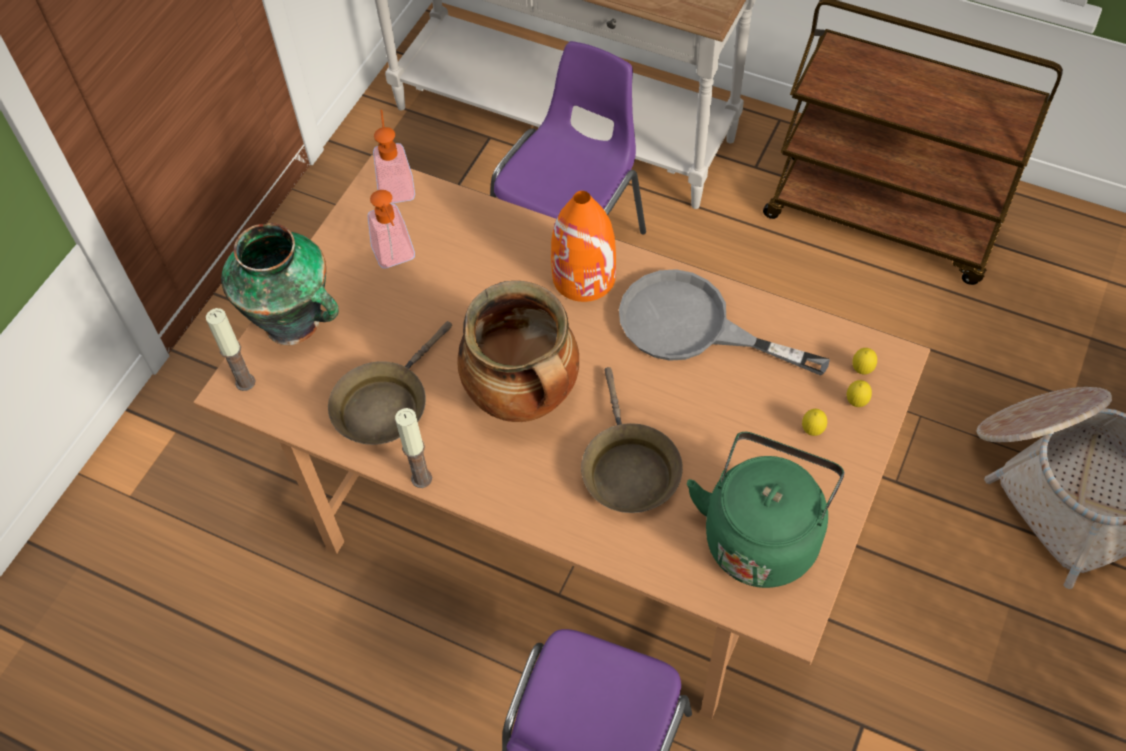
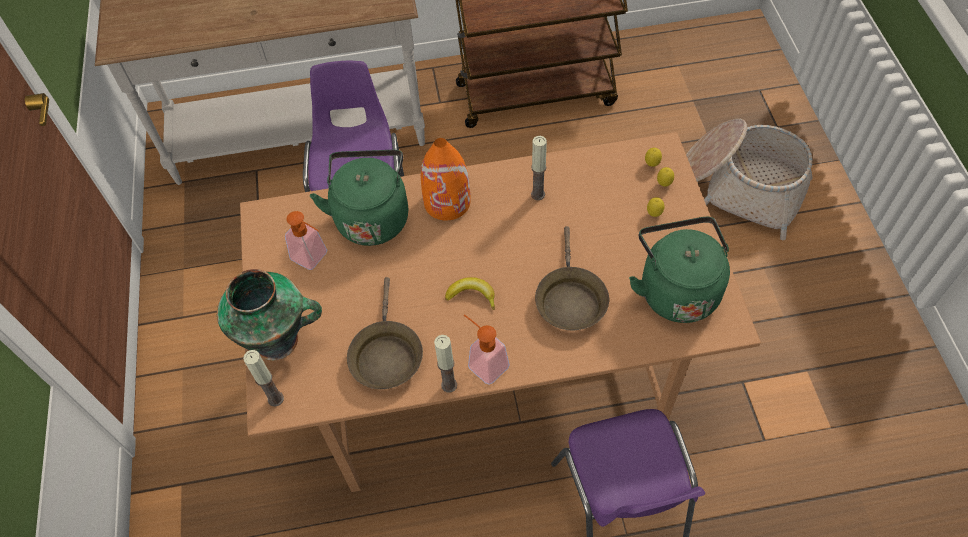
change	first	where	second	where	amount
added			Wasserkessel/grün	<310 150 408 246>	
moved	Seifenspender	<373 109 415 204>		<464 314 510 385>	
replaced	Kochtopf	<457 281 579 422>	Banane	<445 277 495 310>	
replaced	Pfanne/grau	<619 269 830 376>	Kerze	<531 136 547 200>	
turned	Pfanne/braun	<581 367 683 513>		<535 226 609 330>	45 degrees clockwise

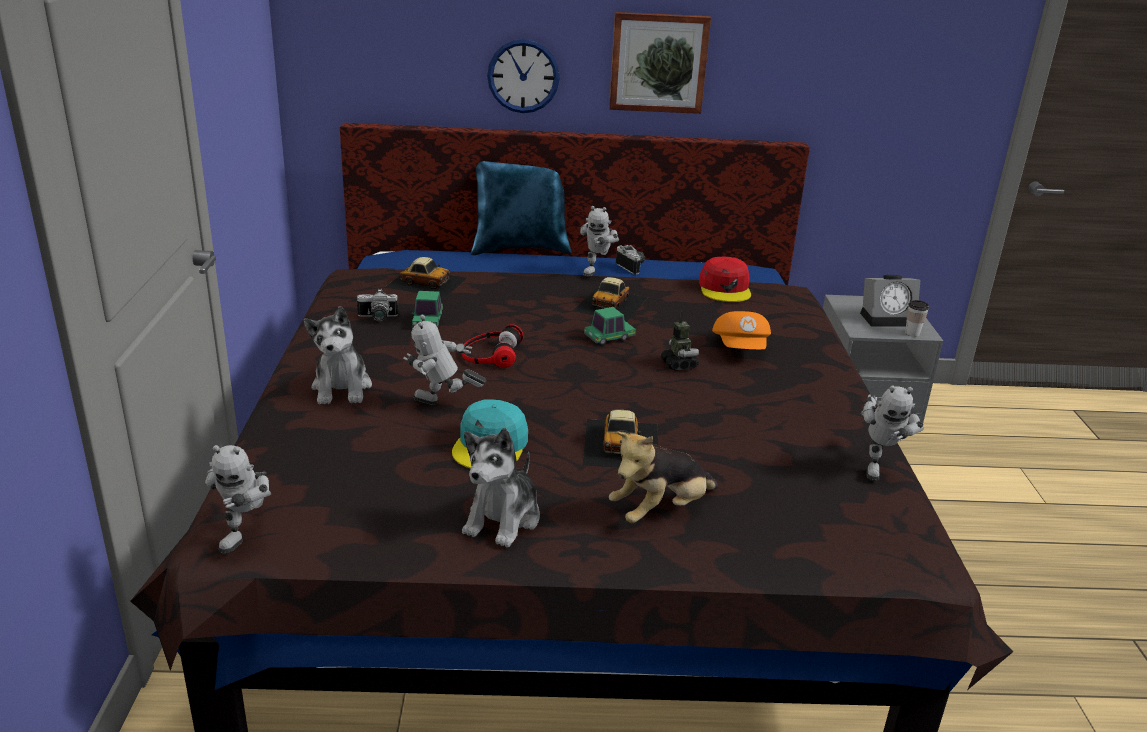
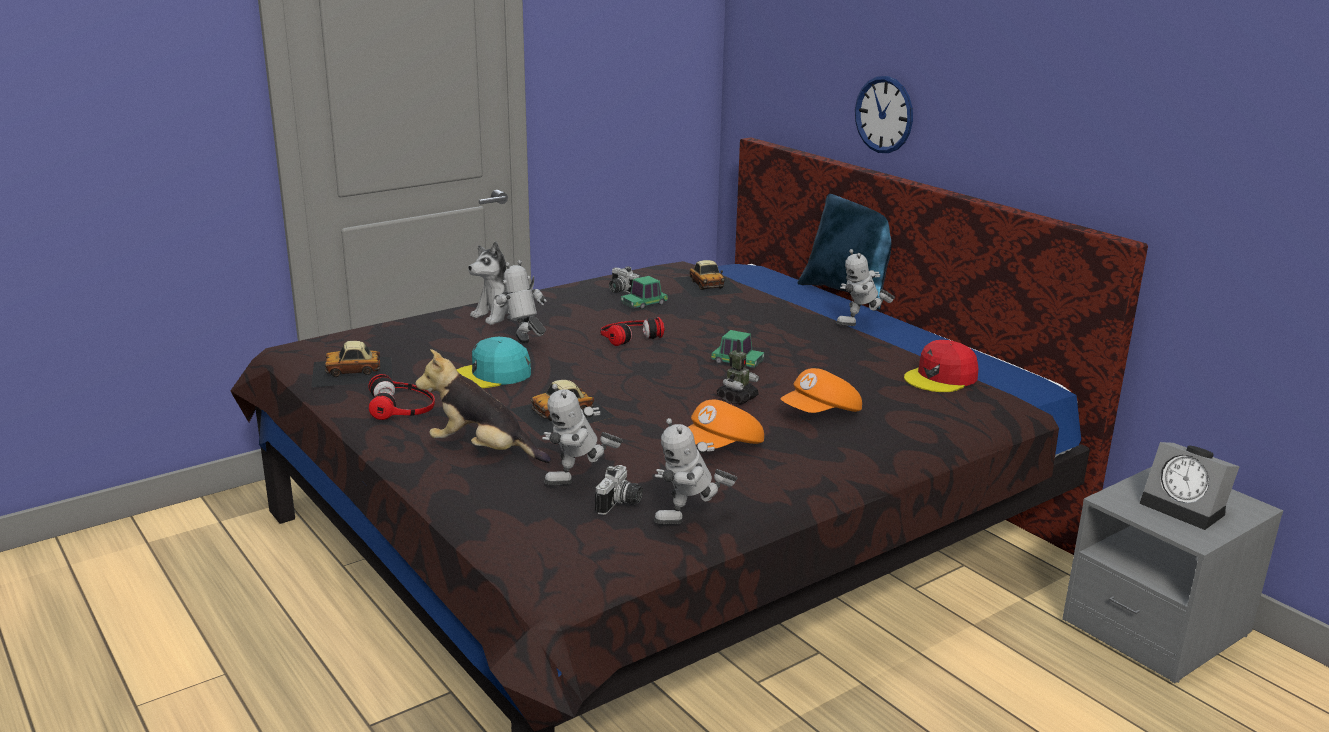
change	first	where	second	where	amount
removed	Bild	<609 12 711 114>			
removed	Tasse	<905 300 929 337>			
added			Kappe/orange	<688 400 764 448>	
moved	Spielzeugroboter	<205 445 271 554>		<542 384 623 485>	
moved	Spielzeugauto	<573 277 648 322>		<311 341 393 387>	
moved	Kamera	<616 245 645 275>		<595 465 643 515>	
replaced	Plüschtier	<462 428 540 547>	Kopfhörer	<368 374 435 420>	

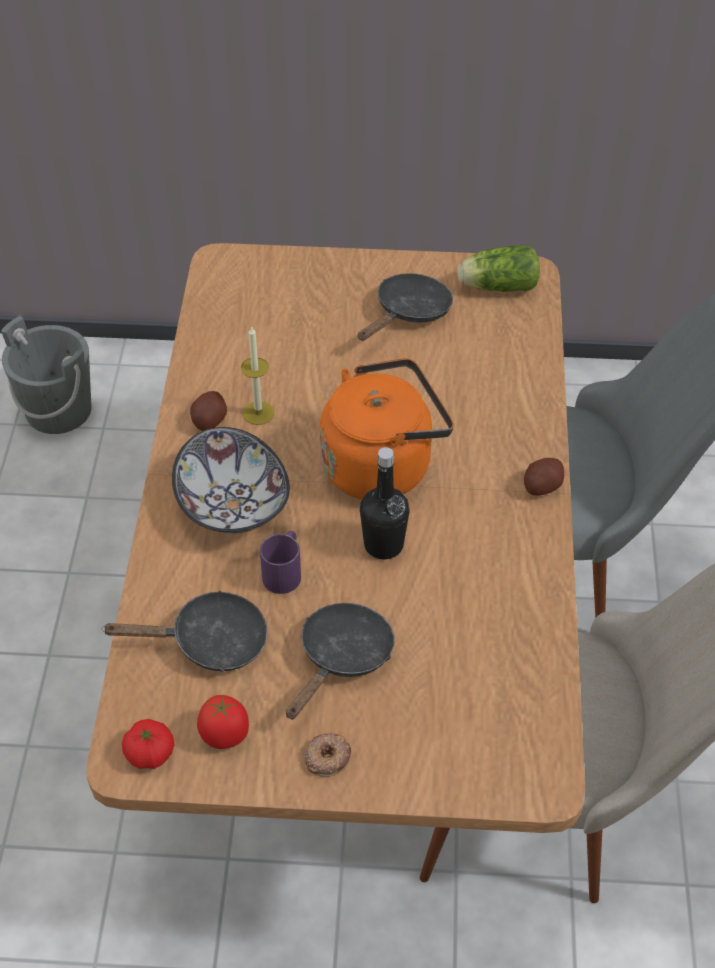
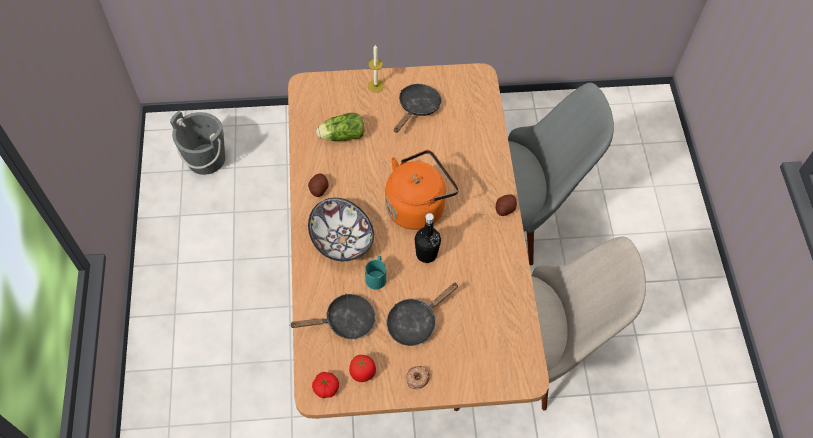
change	first	where	second	where	amount
moved	Kerze	<241 326 274 425>		<368 45 384 93>	
moved	Salatkopf	<457 245 540 292>		<317 113 364 141>	
recoloured	Henkelbecher/lila	<260 531 301 594>	Henkelbecher/türkis	<365 256 386 290>	
turned	Pfanne/schwarz	<286 603 395 720>		<387 283 459 346>	150 degrees counterclockwise

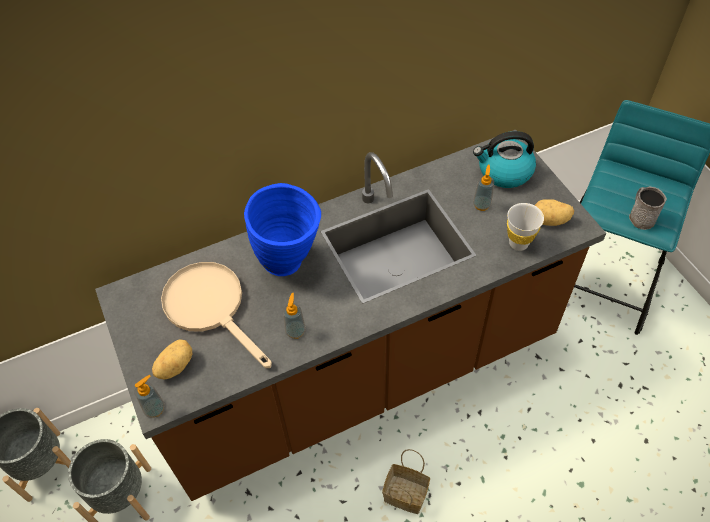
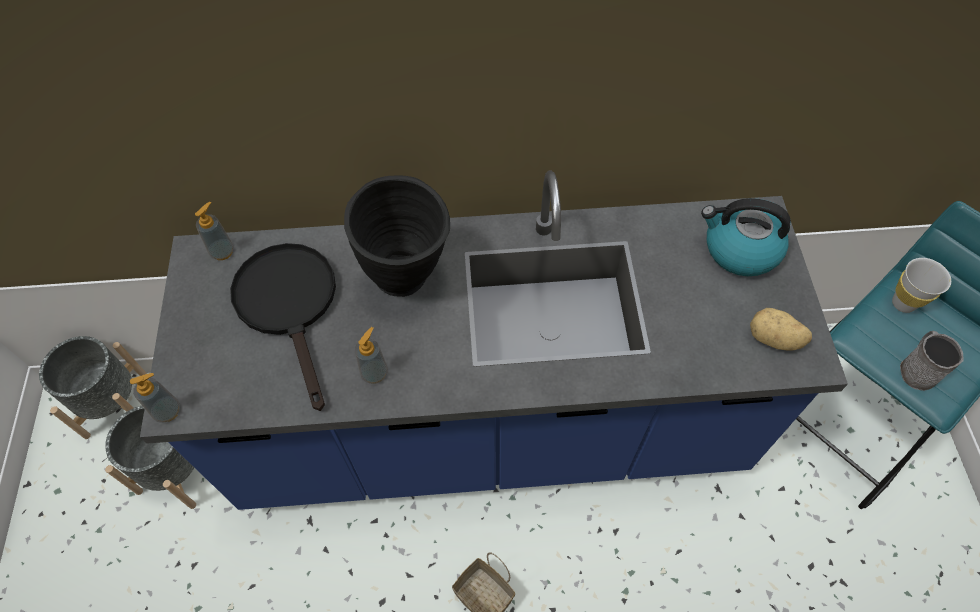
change	first	where	second	where	amount
removed	Kartoffel	<152 339 192 379>			
moved	Seifenspender	<473 165 494 211>		<195 202 234 260>	
moved	Tasse/weiß	<507 203 544 251>		<892 258 951 313>	
recoloured	Küchenzeile/braun	<95 130 606 501>	Küchenzeile/blau	<140 171 848 510>	
recoloured	Pfanne/beige	<161 262 272 368>	Pfanne/schwarz	<230 243 336 411>	
recoloured	Vase/blau	<244 183 321 276>	Vase/schwarz	<344 176 450 297>	

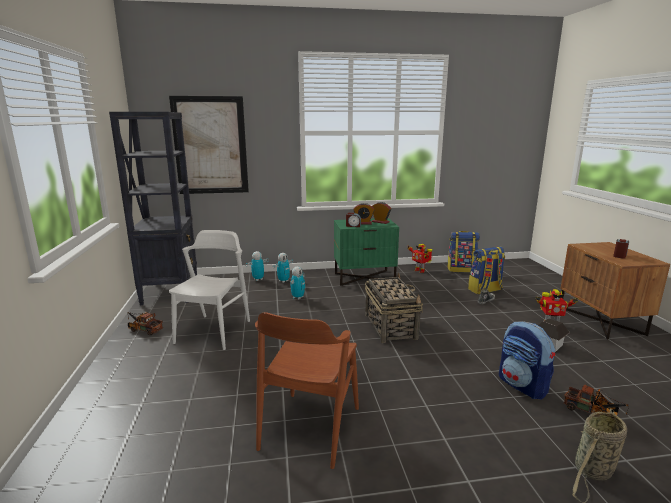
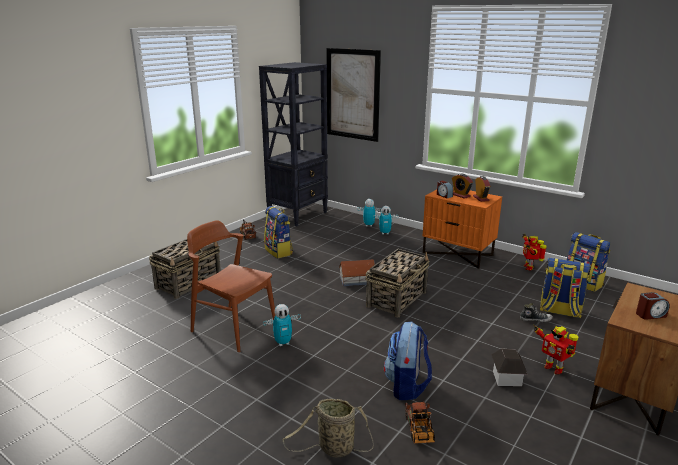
change	first	where	second	where	amount
added			Korb	<149 239 221 299>	
added			Spielzeughaus	<339 259 375 286>	
moved	Spielzeugroboter	<290 267 305 299>		<263 304 301 346>	
replaced	Stuhl/weiß	<169 230 250 350>	Rucksack	<264 206 293 258>	
recoloured	Nachttisch/grün	<334 218 399 286>	Nachttisch/orange	<423 187 502 269>	
turned	Stuhl/braun	<255 312 359 469>		<187 220 275 352>	60 degrees clockwise

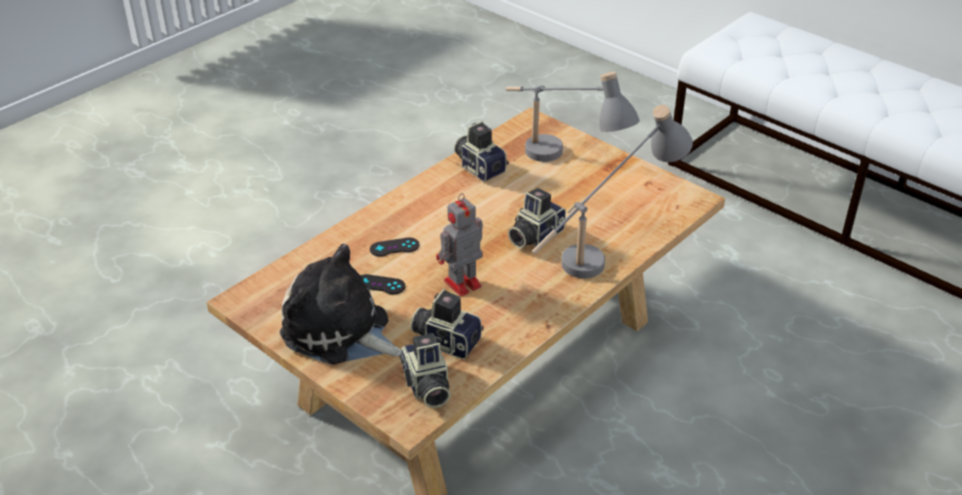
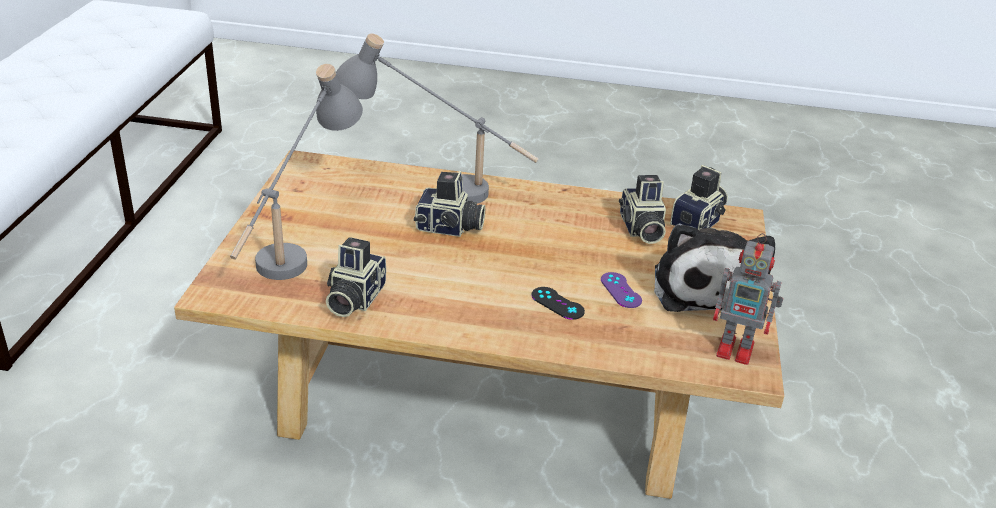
change	first	where	second	where	amount
moved	Spielzeugroboter	<436 193 483 297>		<713 233 783 365>	
recoloured	Gamepad/schwarz	<360 274 405 294>	Gamepad/lila	<601 272 642 308>	

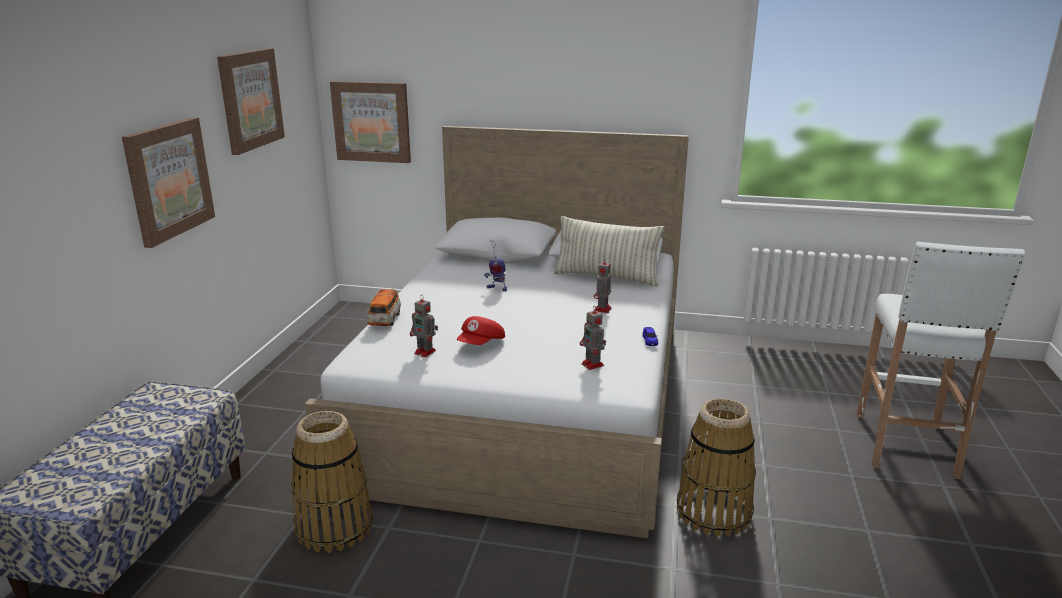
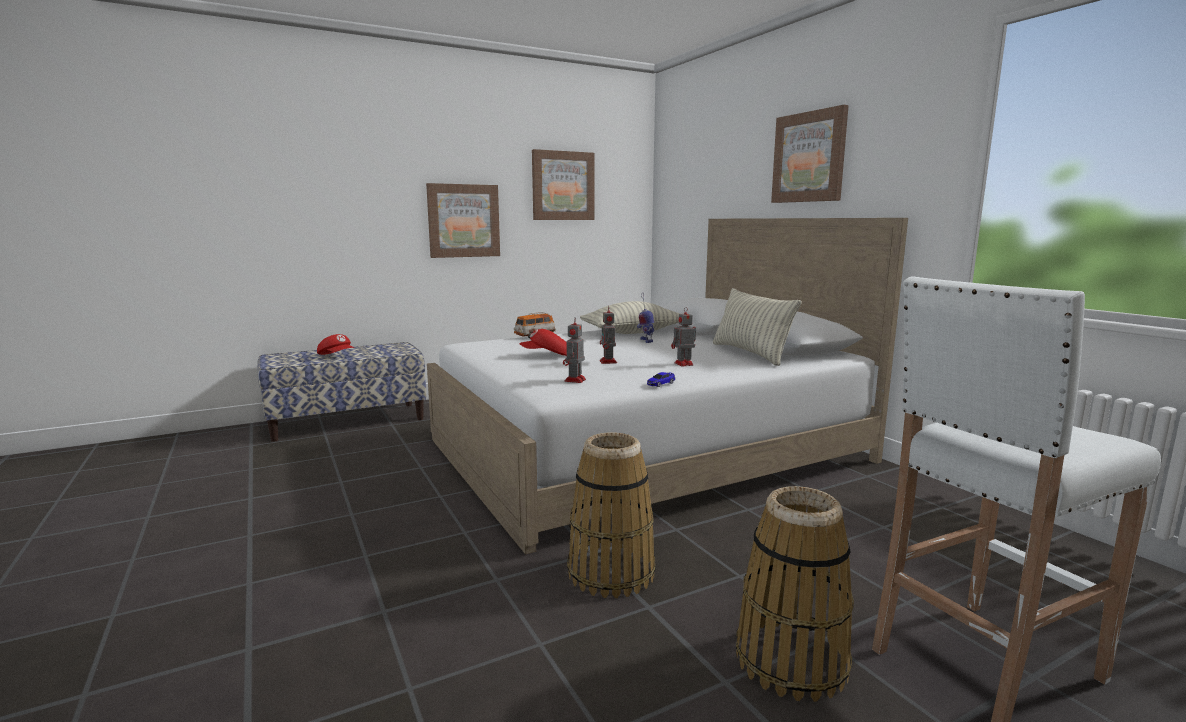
change	first	where	second	where	amount
added			Kappe/rot	<317 334 354 355>	
added			Kissen	<580 301 680 334>	
moved	Korb	<291 411 373 553>		<736 486 854 702>	
moved	Bild	<330 81 411 163>		<771 105 849 203>	
moved	Spielzeugroboter	<410 295 438 357>		<600 306 617 364>	

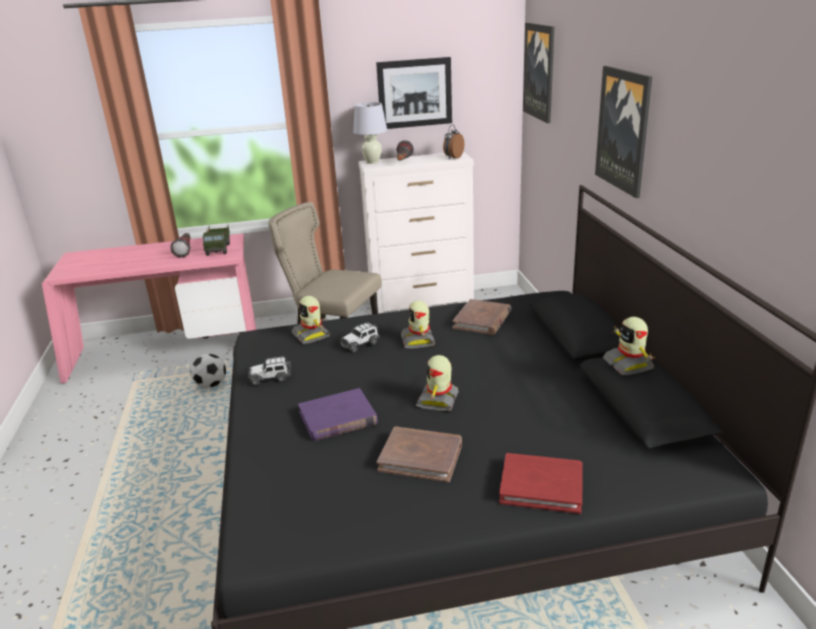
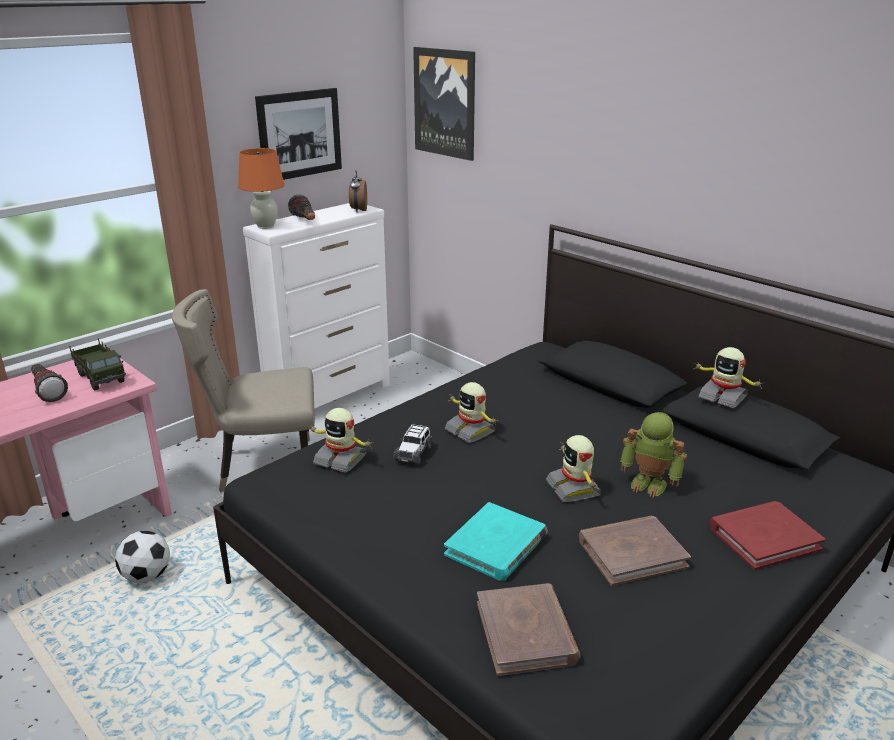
change	first	where	second	where	amount
removed	Spielzeugauto	<248 357 291 385>			
removed	Bild	<595 66 652 198>			
added			Spielzeugroboter	<620 412 687 498>	
moved	Buch/braun	<452 299 511 335>		<477 583 581 676>	
recoloured	Buch/lila	<298 388 378 441>	Buch/türkis	<444 502 548 581>	
recoloured	Tischlampe/weiß	<353 102 387 164>	Tischlampe/orange	<238 148 284 229>	

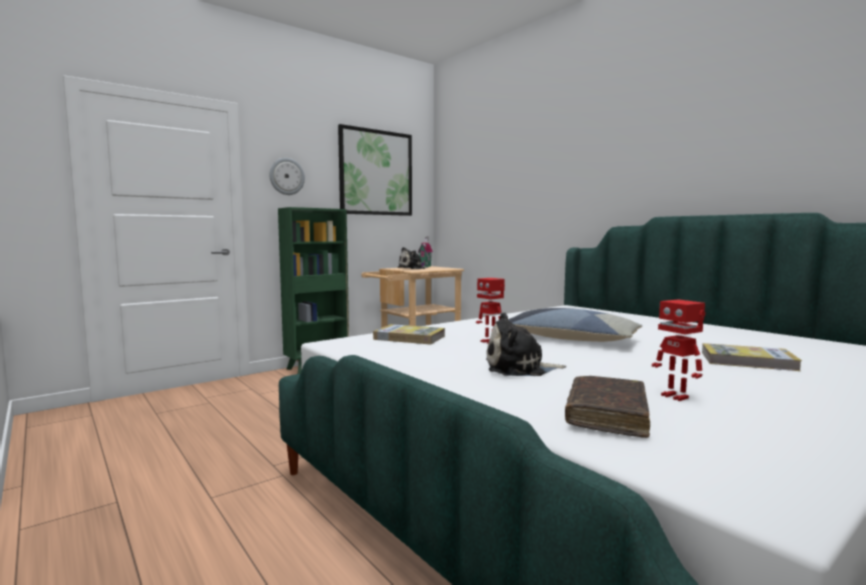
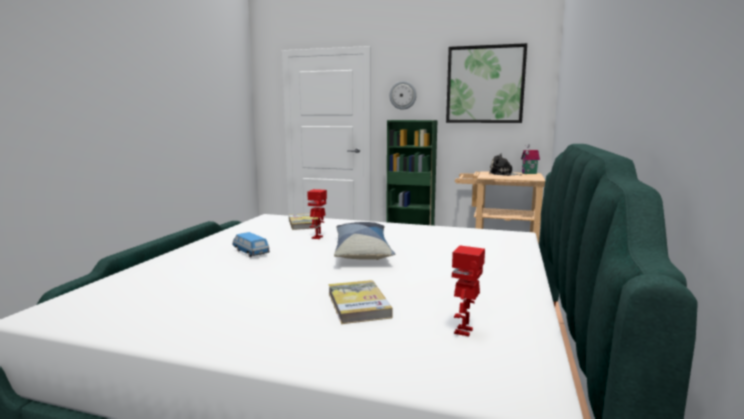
change	first	where	second	where	amount
removed	Buch/braun	<565 376 650 438>			
moved	Spielzeugroboter	<652 299 705 401>		<452 245 485 336>	
replaced	Plüschtier	<486 312 566 376>	Spielzeugauto	<232 232 270 257>	

